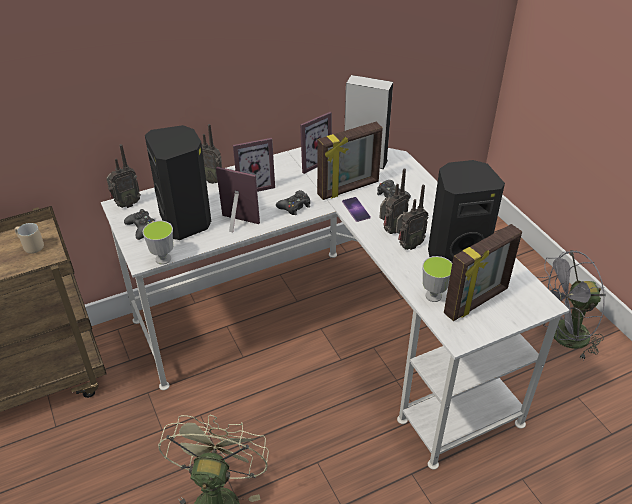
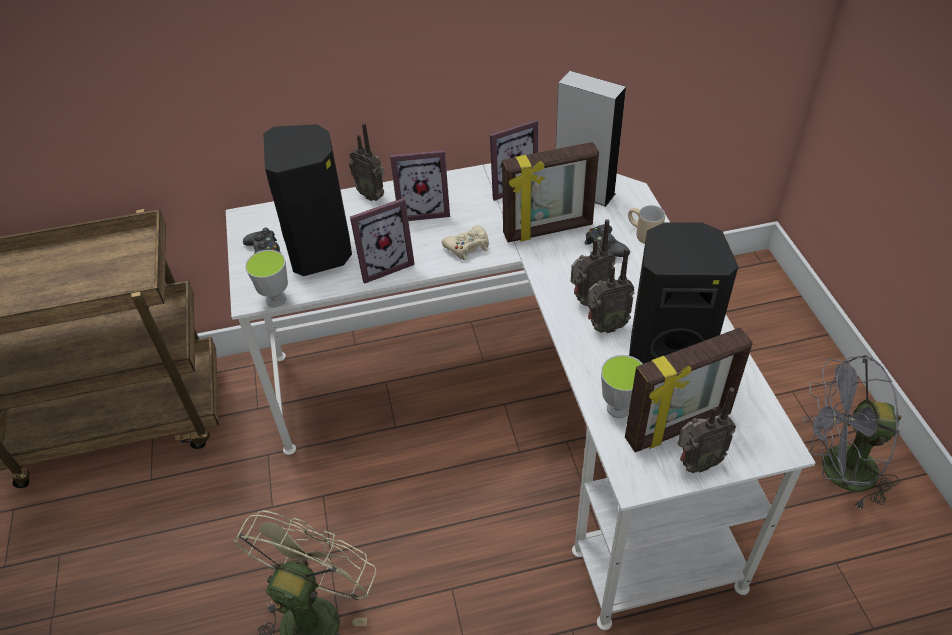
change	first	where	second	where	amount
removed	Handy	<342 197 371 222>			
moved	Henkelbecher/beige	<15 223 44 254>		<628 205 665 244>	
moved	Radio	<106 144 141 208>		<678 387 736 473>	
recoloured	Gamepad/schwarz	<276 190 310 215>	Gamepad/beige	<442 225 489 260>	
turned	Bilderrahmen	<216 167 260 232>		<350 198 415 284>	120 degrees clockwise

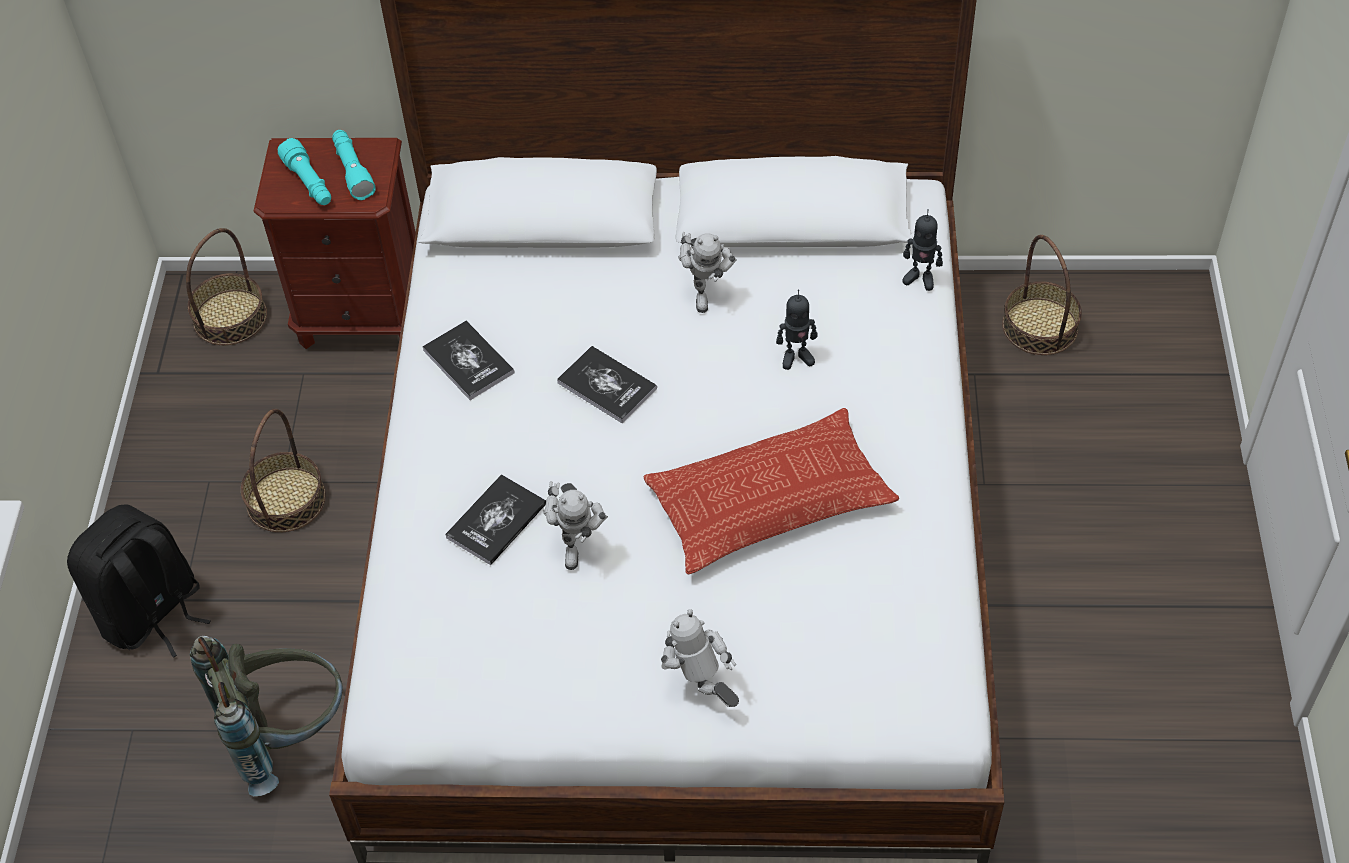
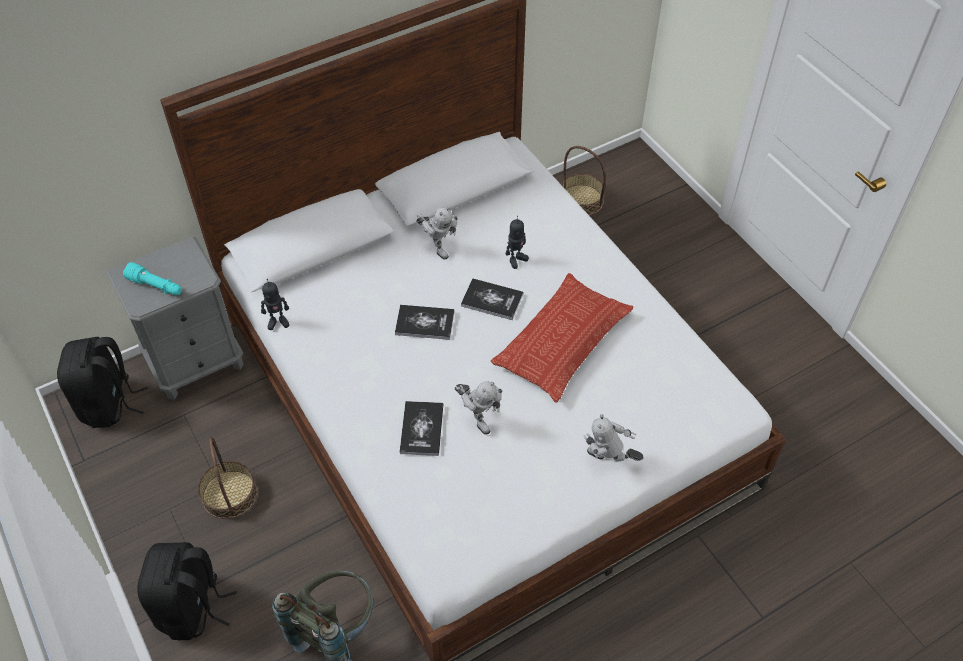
change	first	where	second	where	amount
removed	Taschenlampe/türkis	<332 130 375 200>			
moved	Buch	<422 321 515 400>		<461 278 523 320>	
moved	Spielzeugroboter	<902 209 943 291>		<261 279 289 330>	
replaced	Korb	<186 228 267 345>	Rucksack/schwarz	<57 337 148 428>	
recoloured	Nachttisch/braun	<254 138 416 349>	Nachttisch/grau	<107 236 243 400>	

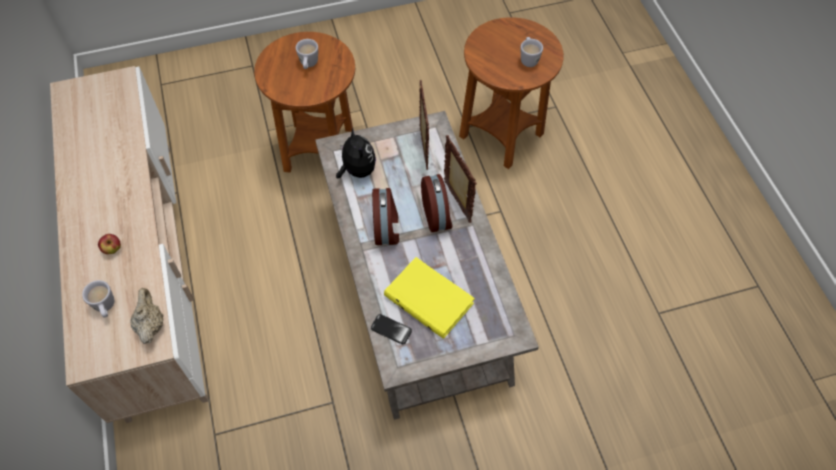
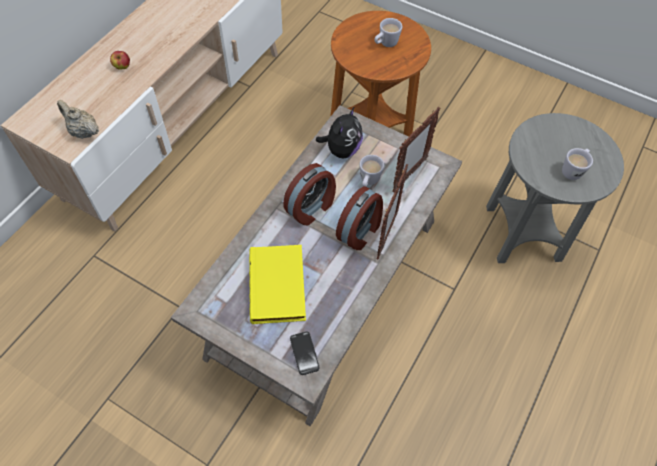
change	first	where	second	where	amount
moved	Henkelbecher/weiß	<82 280 114 318>		<359 155 384 187>	
moved	Handy	<371 314 412 344>		<290 332 320 375>	
recoloured	Beistelltisch/braun	<459 17 564 169>	Beistelltisch/grau	<486 113 624 263>	
turned	Teekanne/beige	<131 288 163 344>		<57 100 99 139>	90 degrees counterclockwise

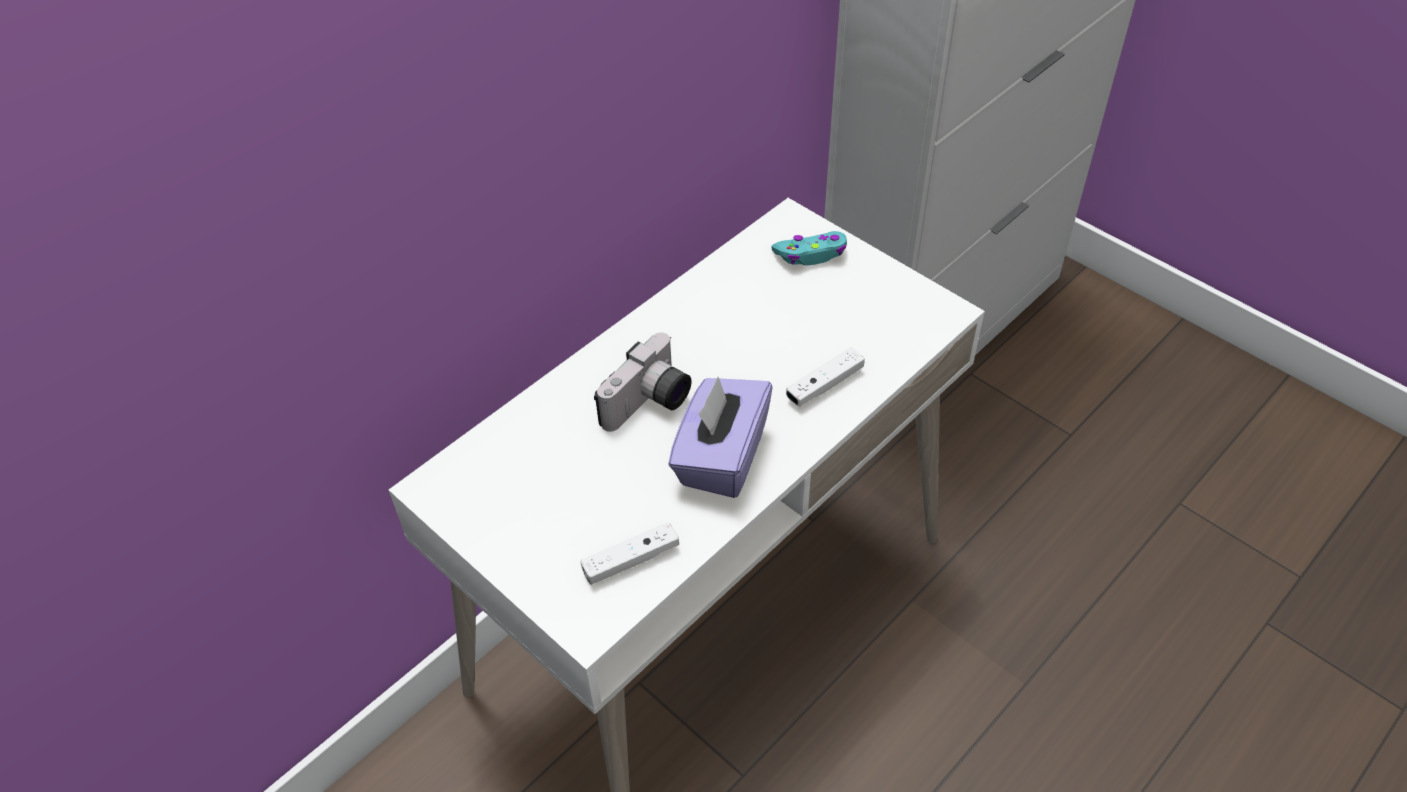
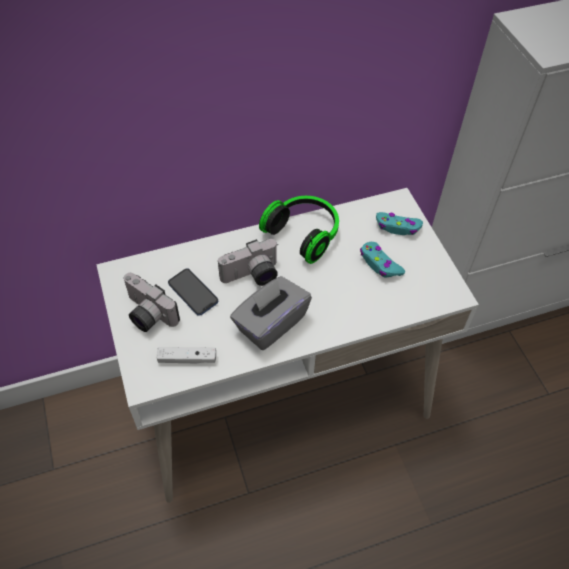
change	first	where	second	where	amount
removed	Gamepad/weiß	<786 348 865 407>			
added			Kamera	<123 273 180 332>	
added			Handy	<168 268 218 316>	
added			Kopfhörer	<259 196 339 264>	
added			Gamepad/türkis	<360 242 405 278>	
recoloured	Taschentuchbox/lila	<668 377 773 498>	Taschentuchbox/grau	<230 276 312 350>	

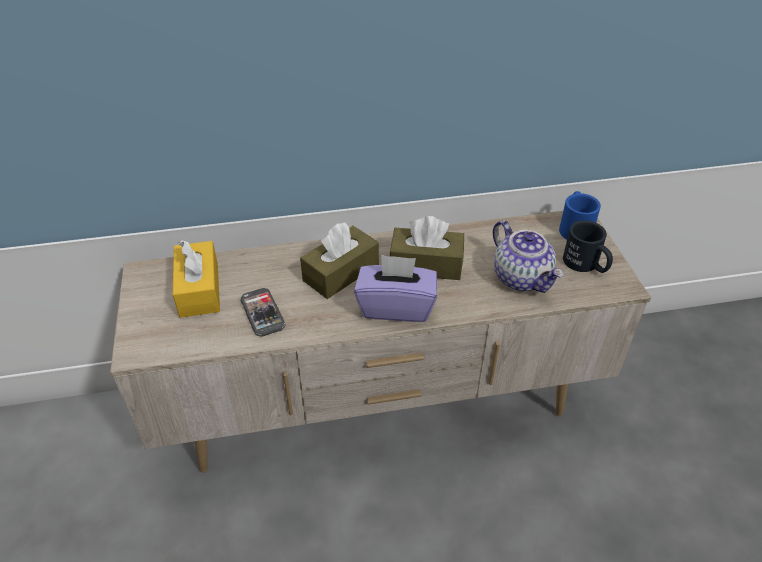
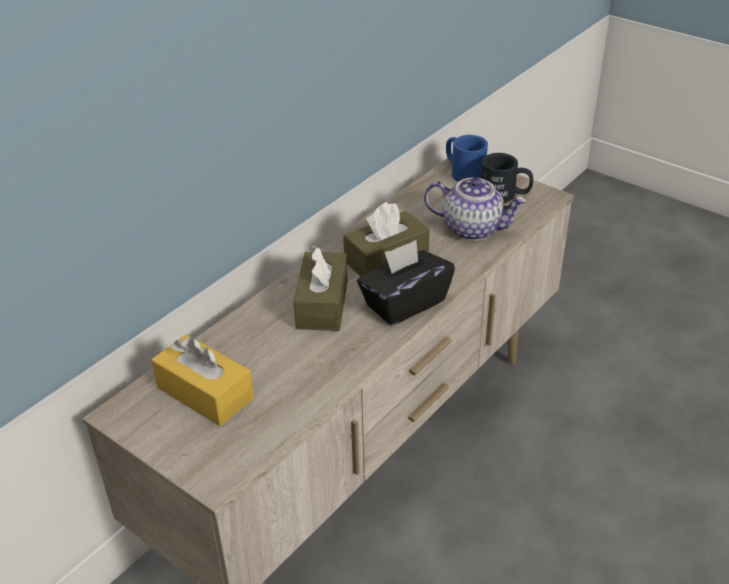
change	first	where	second	where	amount
removed	Handy	<240 288 286 337>			
recoloured	Taschentuchbox/lila	<354 255 437 322>	Taschentuchbox/schwarz	<357 240 455 325>	

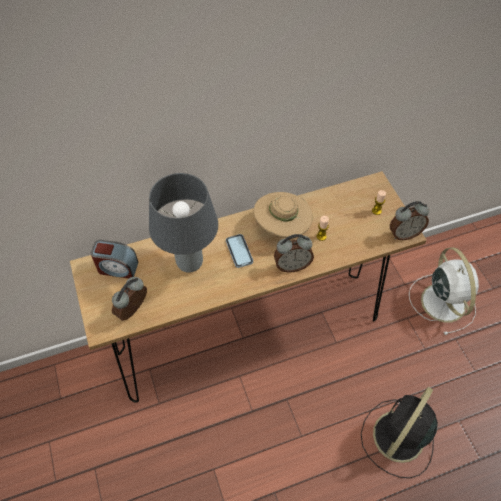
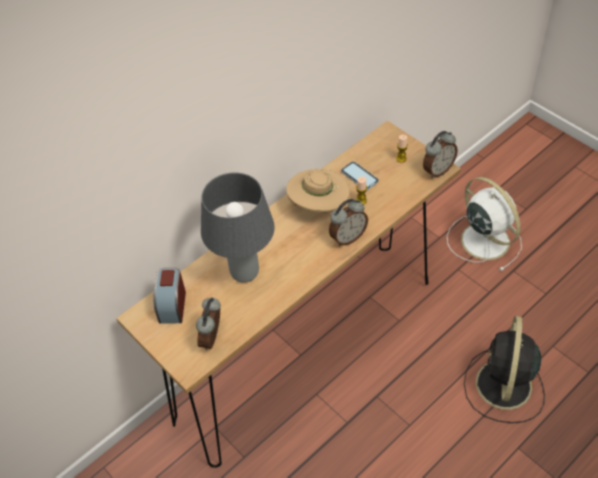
change	first	where	second	where	amount
moved	Handy	<226 234 253 268>		<341 162 379 190>	
turned	Wecker	<91 240 138 278>		<153 268 186 324>	105 degrees clockwise

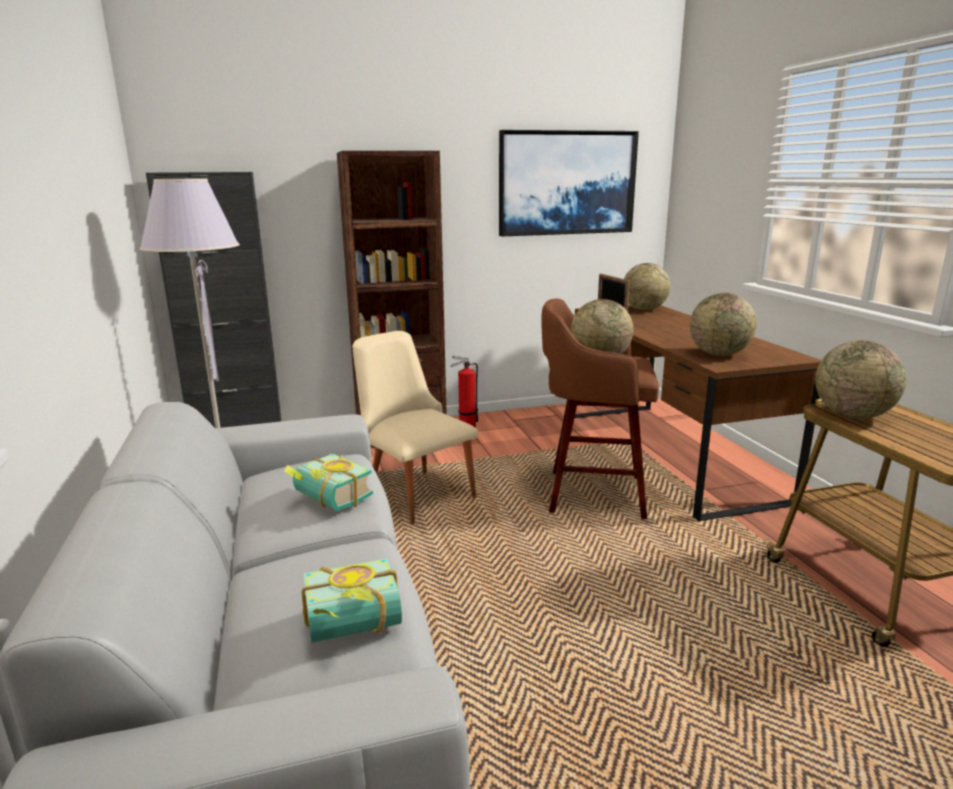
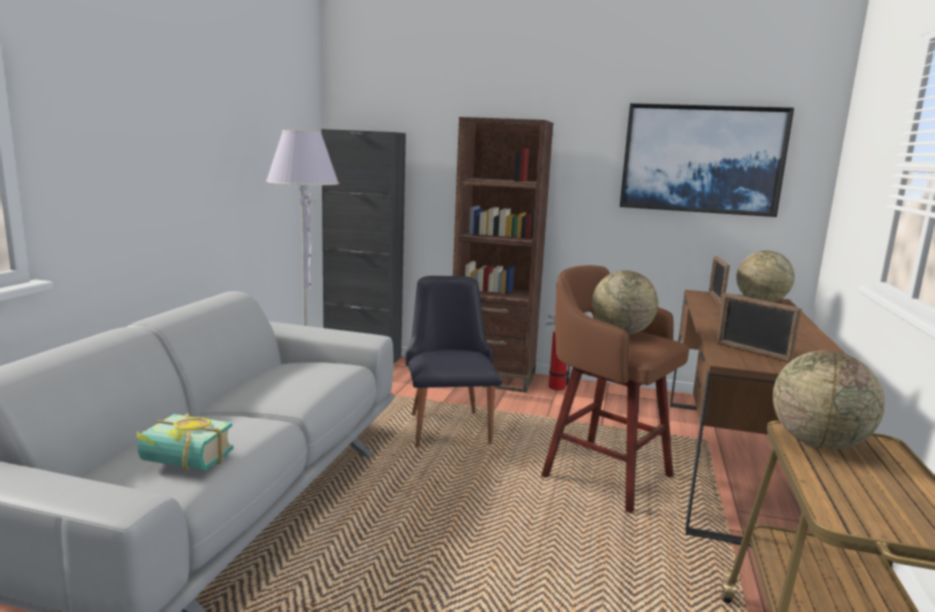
change	first	where	second	where	amount
removed	Buch	<284 454 373 511>			
replaced	Globus	<690 293 757 356>	Bilderrahmen	<716 293 802 363>	
recoloured	Stuhl/beige	<352 331 478 525>	Stuhl/schwarz	<405 276 502 447>	

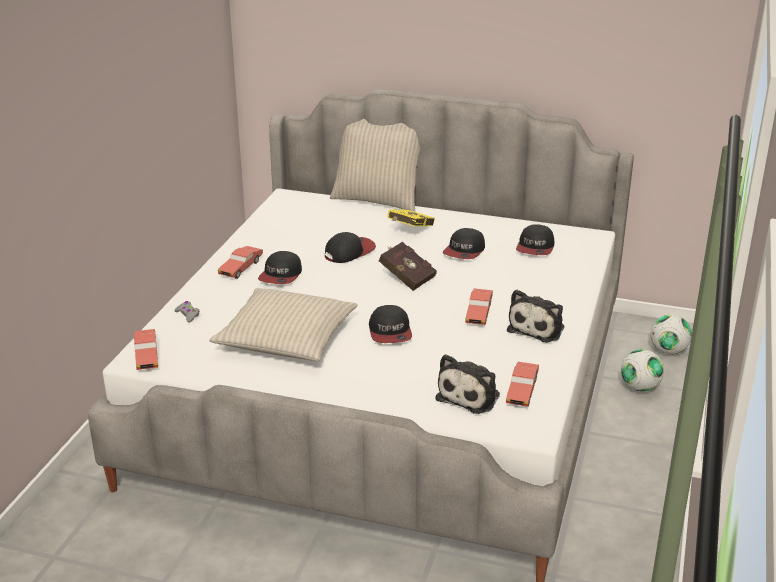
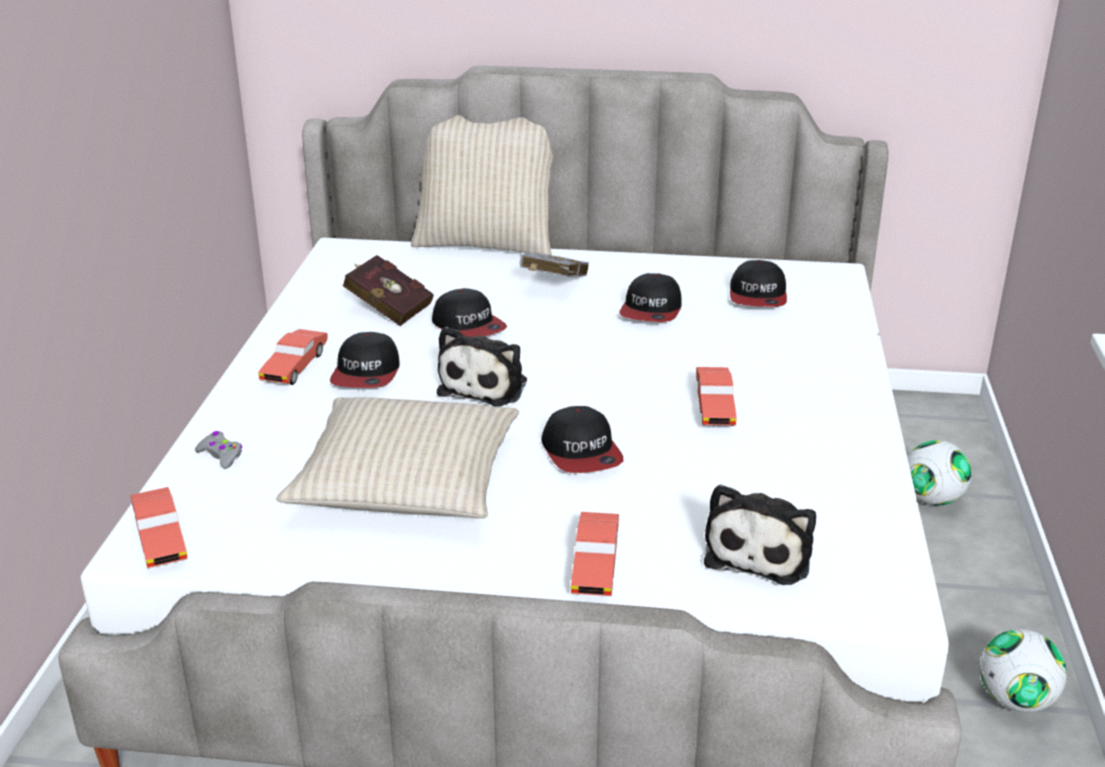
change	first	where	second	where	amount
moved	Buch/rot	<379 242 437 291>		<343 255 434 326>	
moved	Spielzeugauto/rot	<506 362 539 407>		<571 512 619 596>	
moved	Plüschtier	<507 290 564 342>		<437 327 527 406>	
moved	Fußball	<650 314 692 354>		<980 629 1067 713>	
recoloured	Buch/gelb	<387 209 434 227>	Buch/grau	<520 253 589 277>	
turned	Kappe	<325 232 376 263>		<432 288 507 337>	105 degrees clockwise

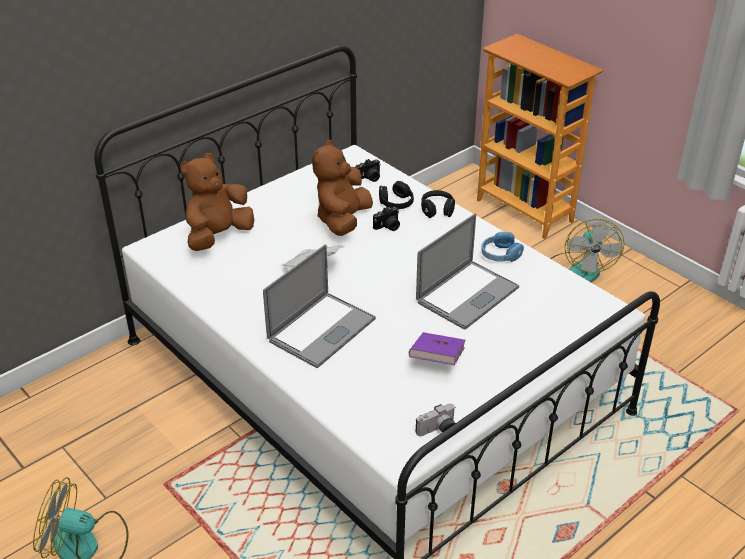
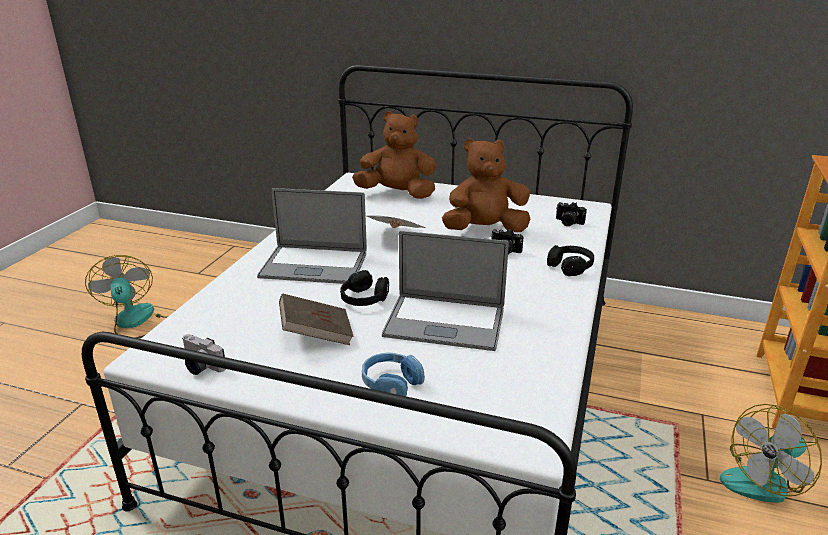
change	first	where	second	where	amount
moved	Kopfhörer/schwarz	<379 181 414 209>		<340 270 389 306>	
moved	Kopfhörer/blau	<481 232 524 262>		<362 353 425 396>	
recoloured	Buch/lila	<409 332 466 365>	Buch/braun	<279 293 354 345>	

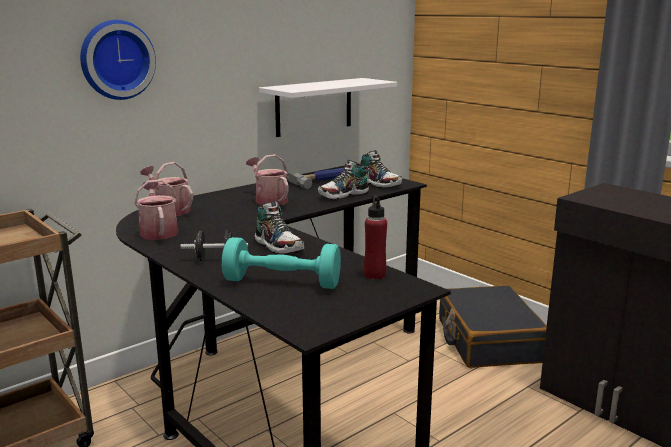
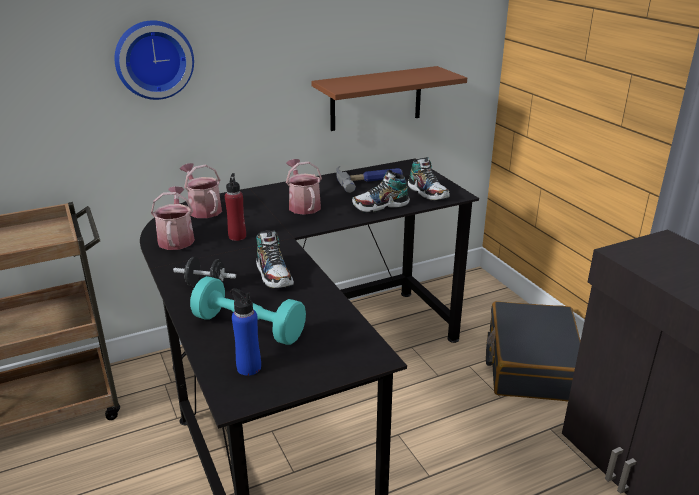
change	first	where	second	where	amount
added			Flasche/blau	<230 288 261 376>	
moved	Flasche/rot	<364 195 387 280>		<225 173 246 241>	
recoloured	Wandregal/weiß	<259 78 397 137>	Wandregal/braun	<311 66 467 131>	

